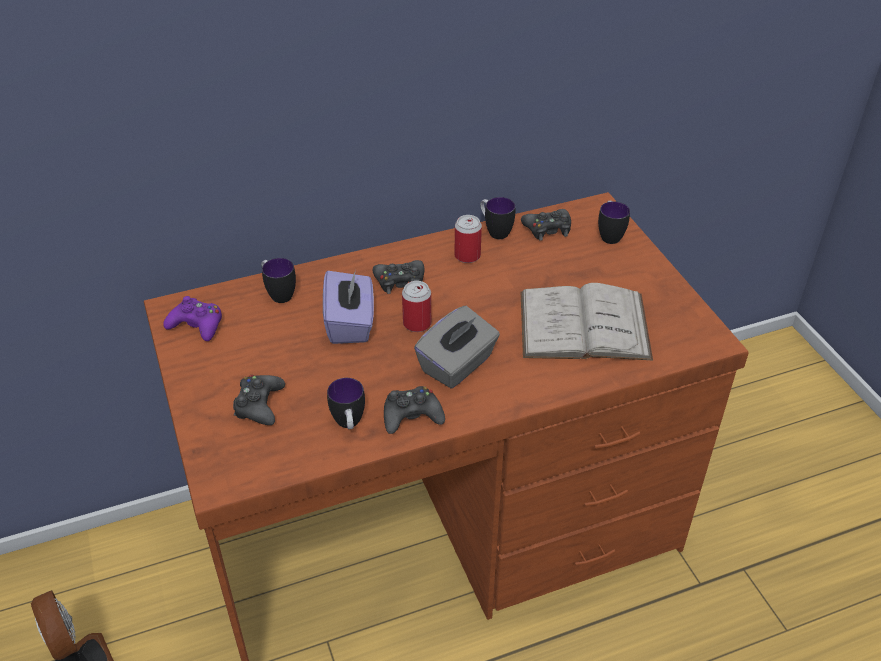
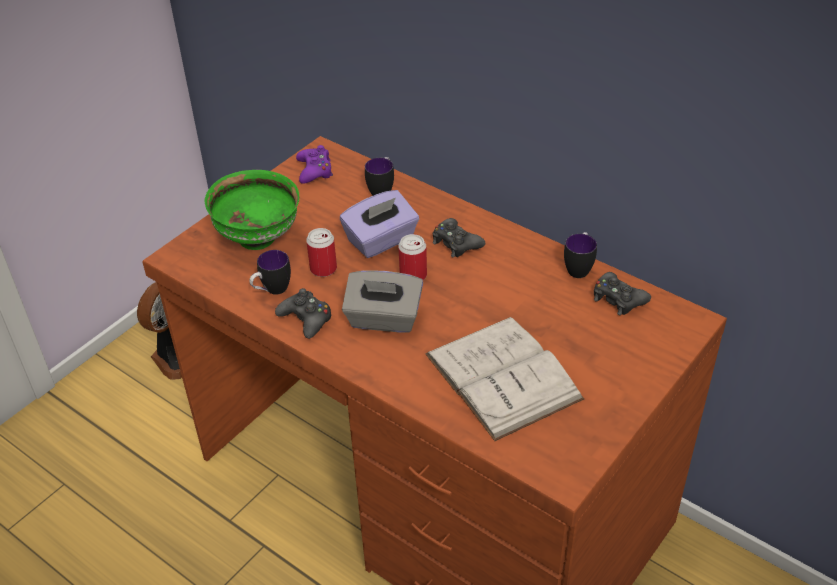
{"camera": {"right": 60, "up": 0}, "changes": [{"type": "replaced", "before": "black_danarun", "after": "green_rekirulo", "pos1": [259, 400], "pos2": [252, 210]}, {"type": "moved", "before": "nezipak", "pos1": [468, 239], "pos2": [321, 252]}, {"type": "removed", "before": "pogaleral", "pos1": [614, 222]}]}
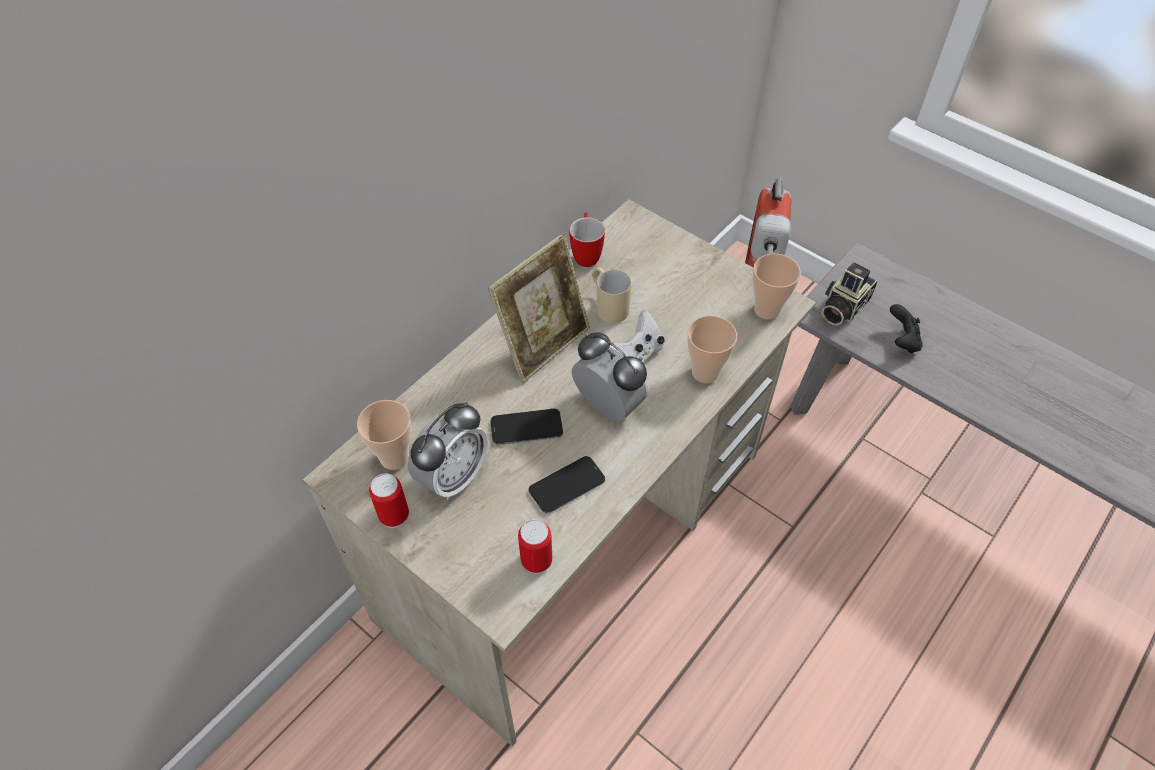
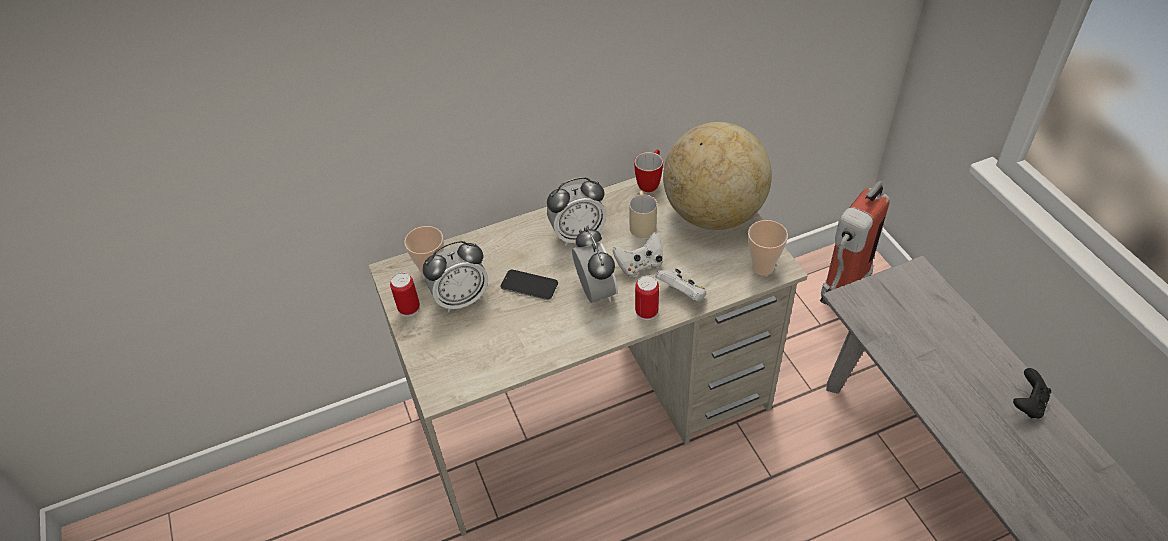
{"camera": {"right": 30, "up": -5}, "changes": [{"type": "replaced", "before": "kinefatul", "after": "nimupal", "pos1": [539, 308], "pos2": [576, 211]}, {"type": "moved", "before": "nezipak", "pos1": [535, 546], "pos2": [647, 297]}, {"type": "removed", "before": "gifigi", "pos1": [567, 485]}, {"type": "replaced", "before": "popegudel", "after": "white_danarun", "pos1": [712, 349], "pos2": [680, 285]}, {"type": "removed", "before": "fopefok", "pos1": [850, 293]}, {"type": "moved", "before": "black_danarun", "pos1": [906, 328], "pos2": [1032, 393]}, {"type": "added", "after": "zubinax", "pos2": [717, 176]}]}
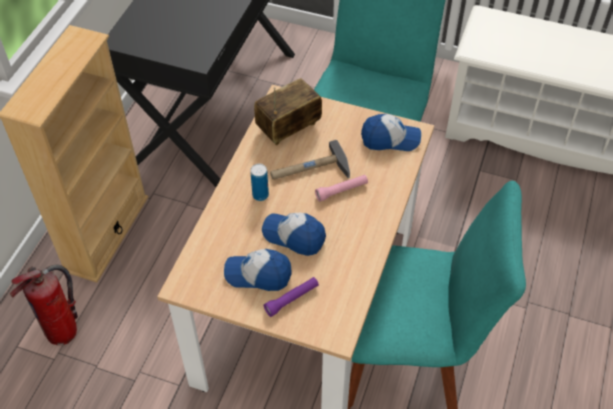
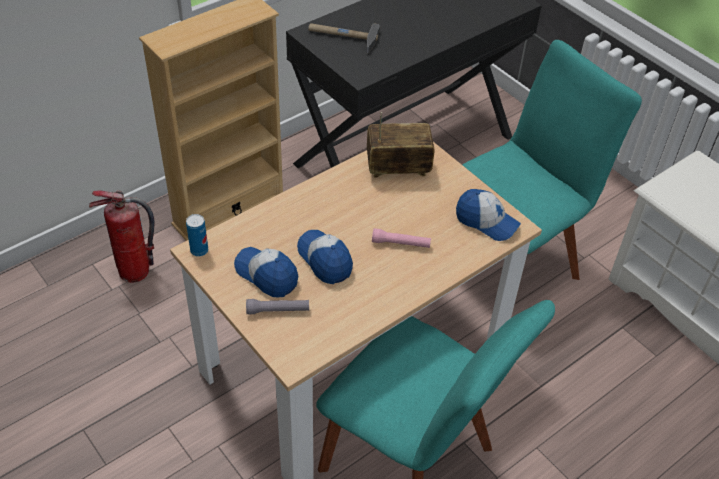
{"camera": {"right": 30, "up": -5}, "changes": [{"type": "moved", "before": "nezipak", "pos1": [259, 182], "pos2": [197, 235]}, {"type": "recoloured", "before": "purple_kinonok", "after": "grey_kinonok", "pos1": [291, 297], "pos2": [277, 306]}, {"type": "moved", "before": "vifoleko", "pos1": [310, 160], "pos2": [344, 38]}]}
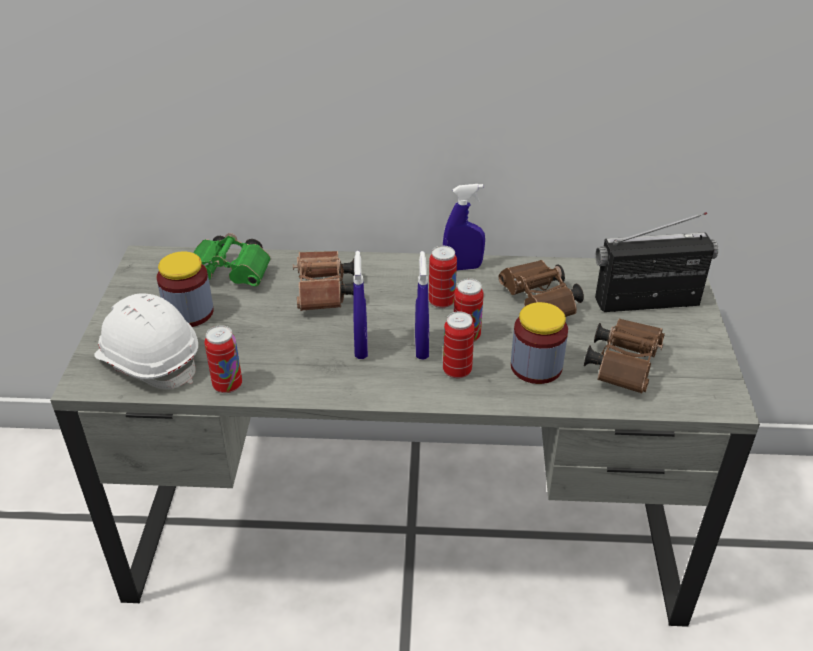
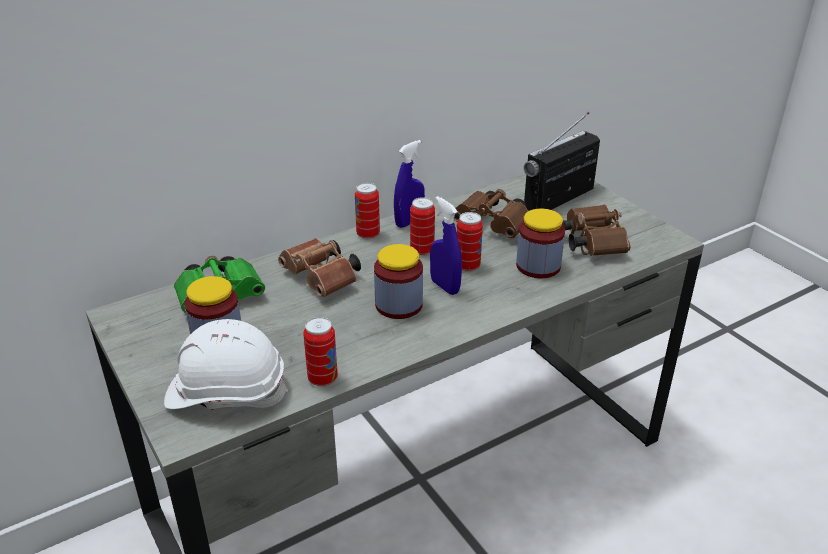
{"camera": {"right": -35, "up": -5}, "changes": [{"type": "replaced", "before": "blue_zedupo", "after": "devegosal", "pos1": [360, 305], "pos2": [398, 281]}, {"type": "moved", "before": "nezipak", "pos1": [459, 345], "pos2": [367, 211]}]}
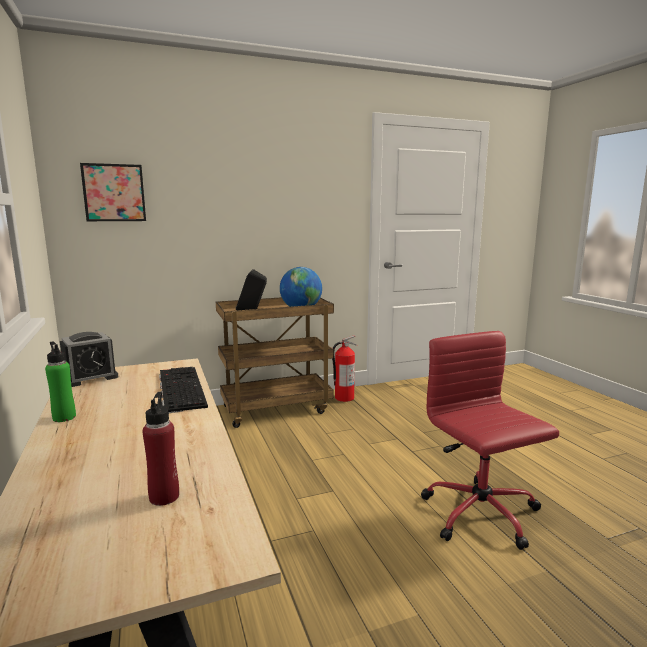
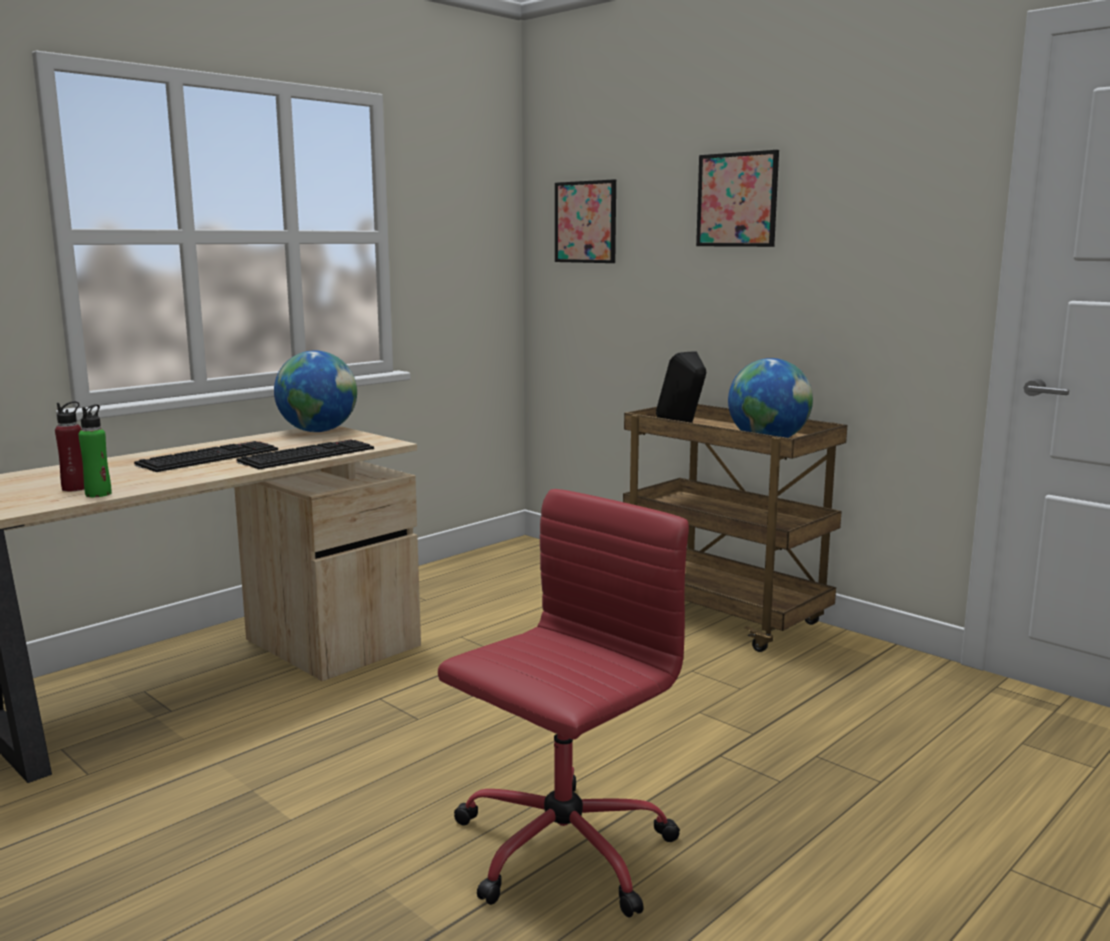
{"camera": {"right": 65, "up": 0}, "changes": [{"type": "moved", "before": "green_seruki", "pos1": [60, 381], "pos2": [94, 450]}, {"type": "replaced", "before": "nimupal", "after": "zubinax", "pos1": [89, 359], "pos2": [315, 391]}, {"type": "removed", "before": "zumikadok", "pos1": [344, 368]}, {"type": "added", "after": "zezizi", "pos2": [206, 456]}, {"type": "added", "after": "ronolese", "pos2": [737, 198]}]}
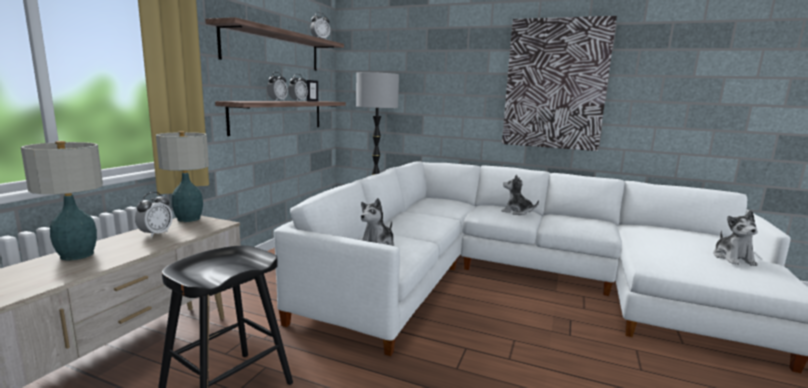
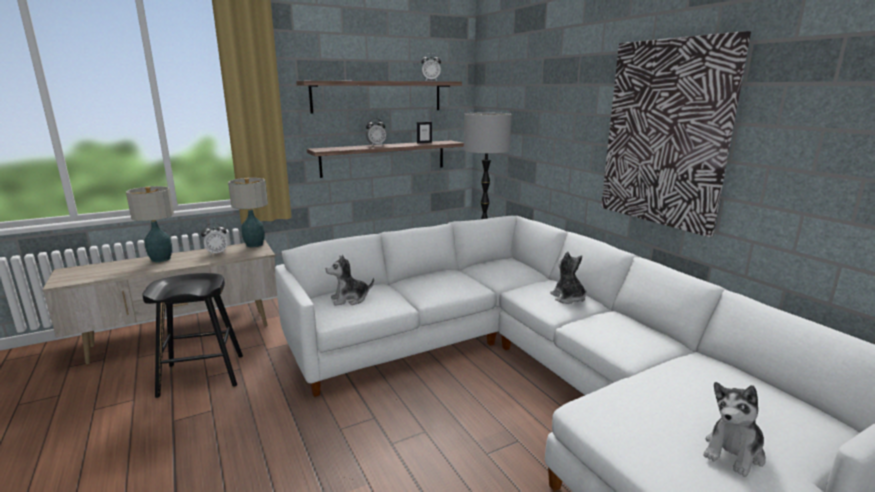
{"camera": {"right": 40, "up": 5}, "changes": [{"type": "removed", "before": "nimupal", "pos1": [298, 87]}]}
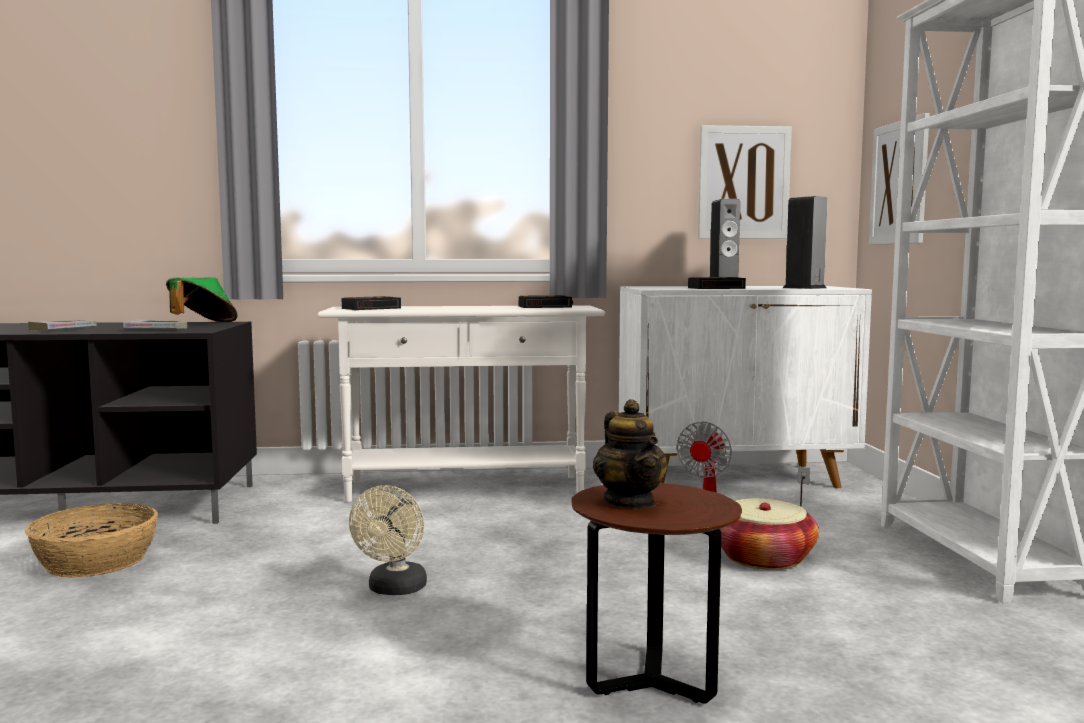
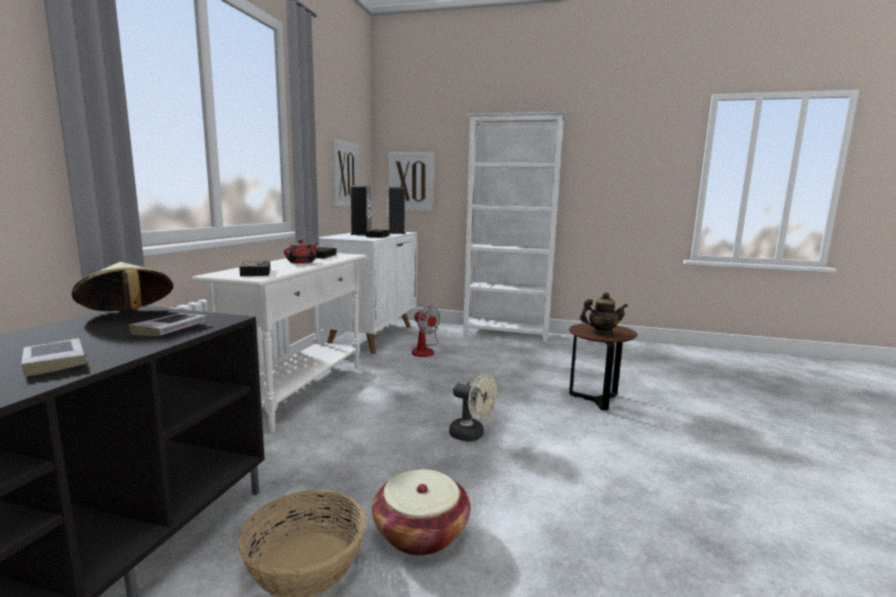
{"camera": {"right": -70, "up": 5}, "changes": [{"type": "recoloured", "before": "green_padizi", "after": "beige_padizi", "pos1": [202, 300], "pos2": [123, 286]}, {"type": "moved", "before": "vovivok", "pos1": [769, 534], "pos2": [421, 513]}, {"type": "added", "after": "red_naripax", "pos2": [301, 252]}]}
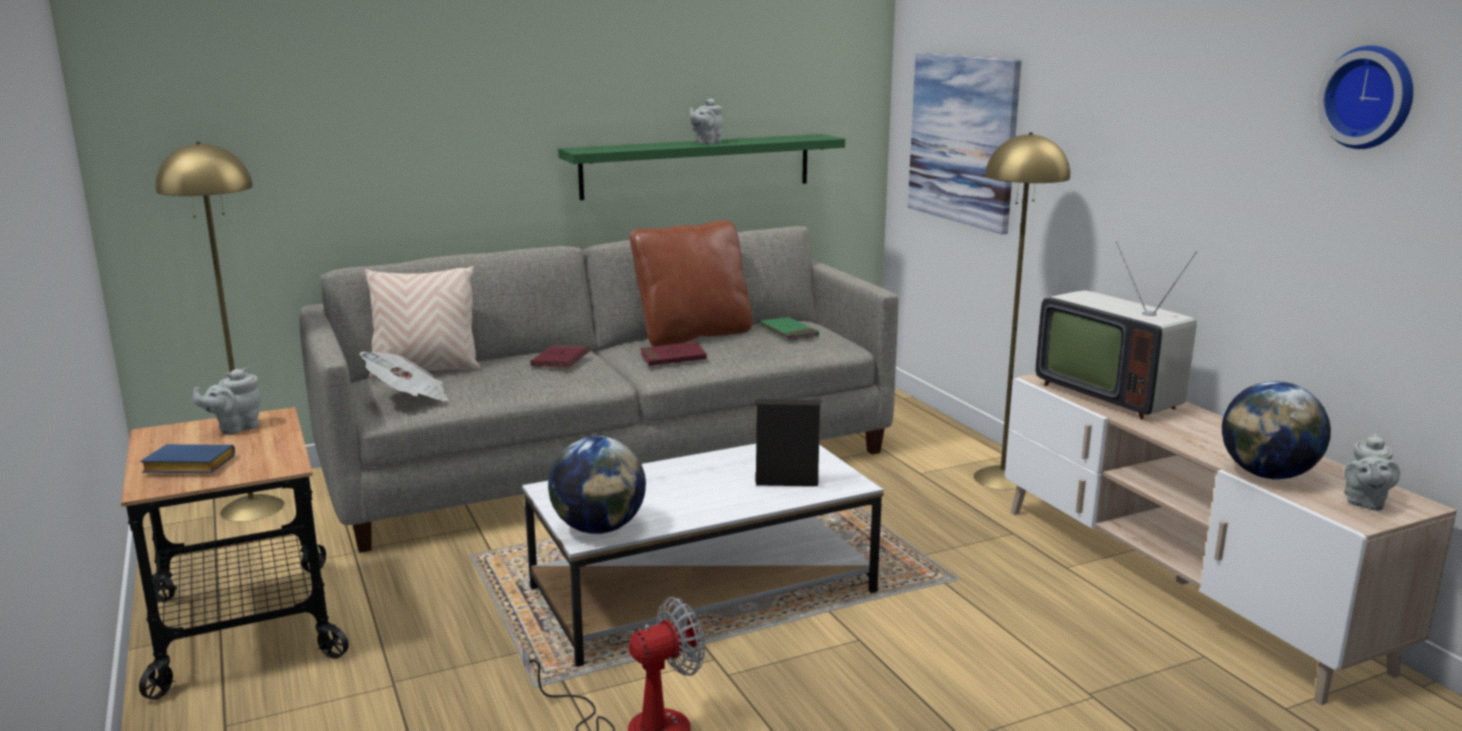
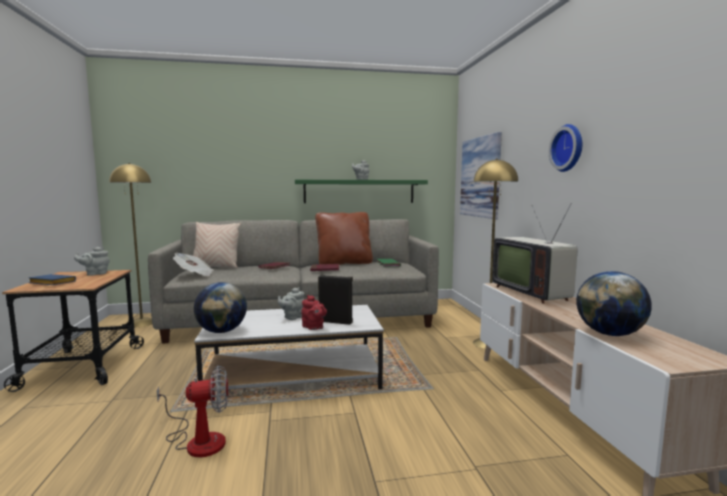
{"camera": {"right": 15, "up": -10}, "changes": [{"type": "moved", "before": "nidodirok", "pos1": [1365, 97], "pos2": [565, 148]}, {"type": "moved", "before": "grey_naripax", "pos1": [1372, 472], "pos2": [291, 303]}, {"type": "added", "after": "red_naripax", "pos2": [314, 312]}]}
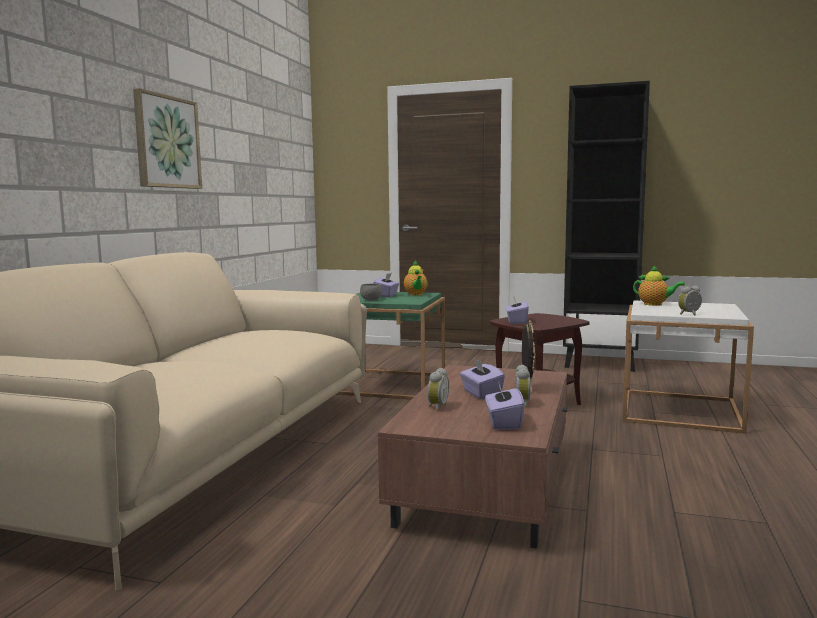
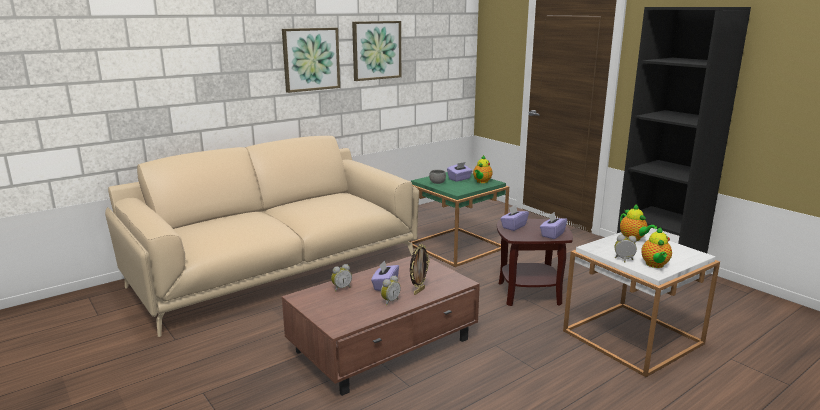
{"camera": {"right": 35, "up": 10}, "changes": [{"type": "moved", "before": "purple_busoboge", "pos1": [505, 405], "pos2": [553, 225]}, {"type": "added", "after": "ronolese", "pos2": [376, 51]}, {"type": "added", "after": "naripax", "pos2": [656, 247]}]}
